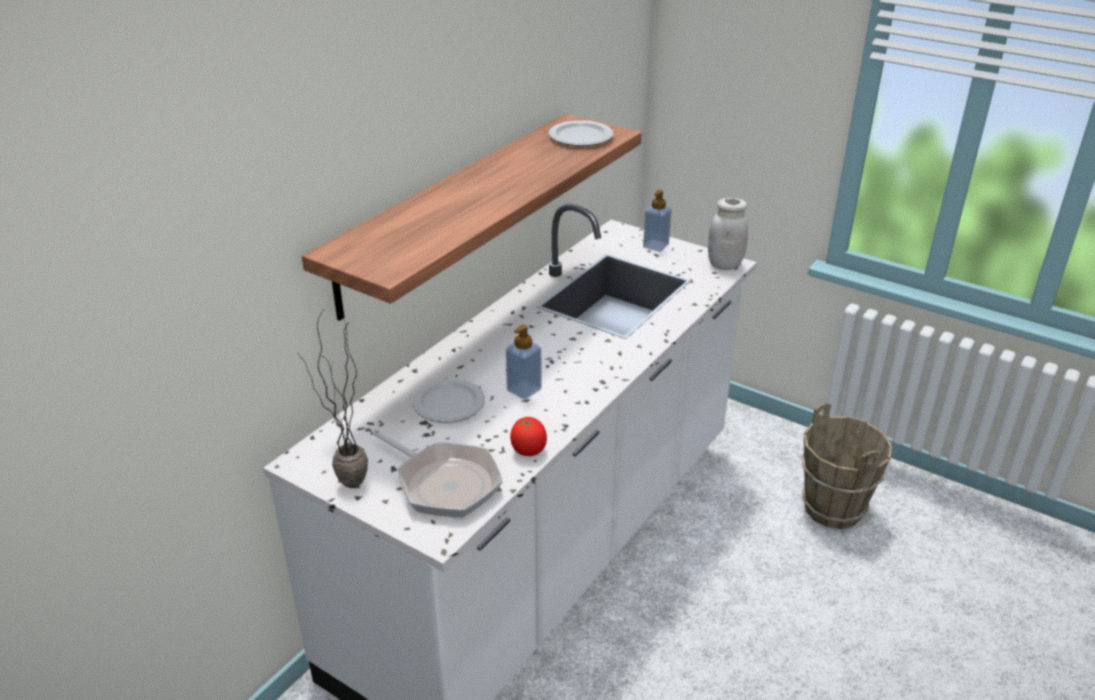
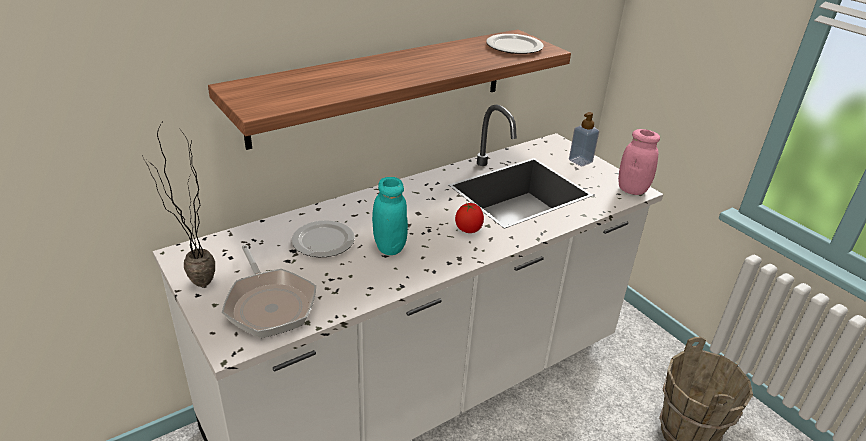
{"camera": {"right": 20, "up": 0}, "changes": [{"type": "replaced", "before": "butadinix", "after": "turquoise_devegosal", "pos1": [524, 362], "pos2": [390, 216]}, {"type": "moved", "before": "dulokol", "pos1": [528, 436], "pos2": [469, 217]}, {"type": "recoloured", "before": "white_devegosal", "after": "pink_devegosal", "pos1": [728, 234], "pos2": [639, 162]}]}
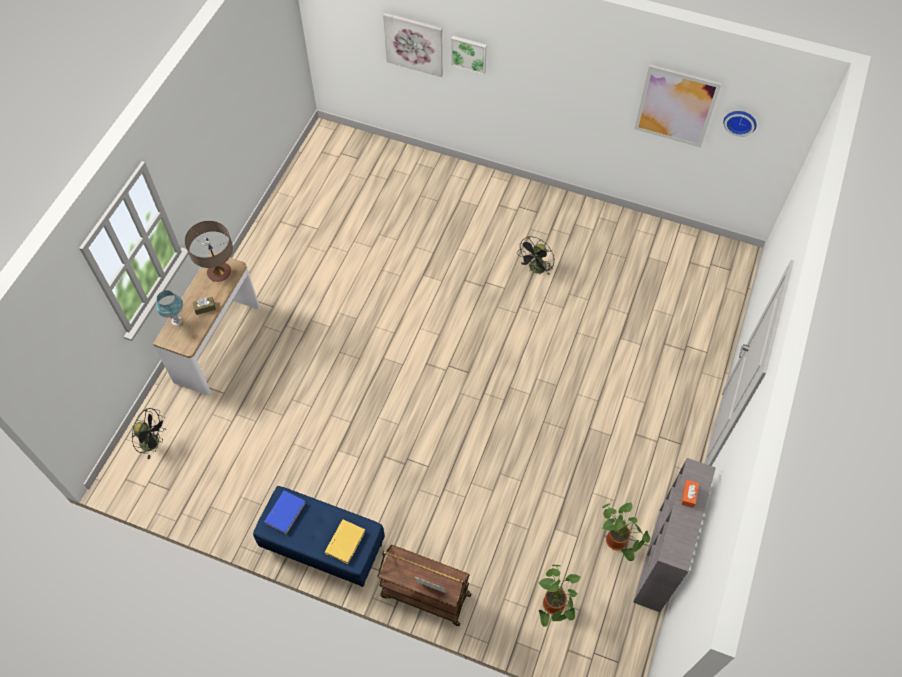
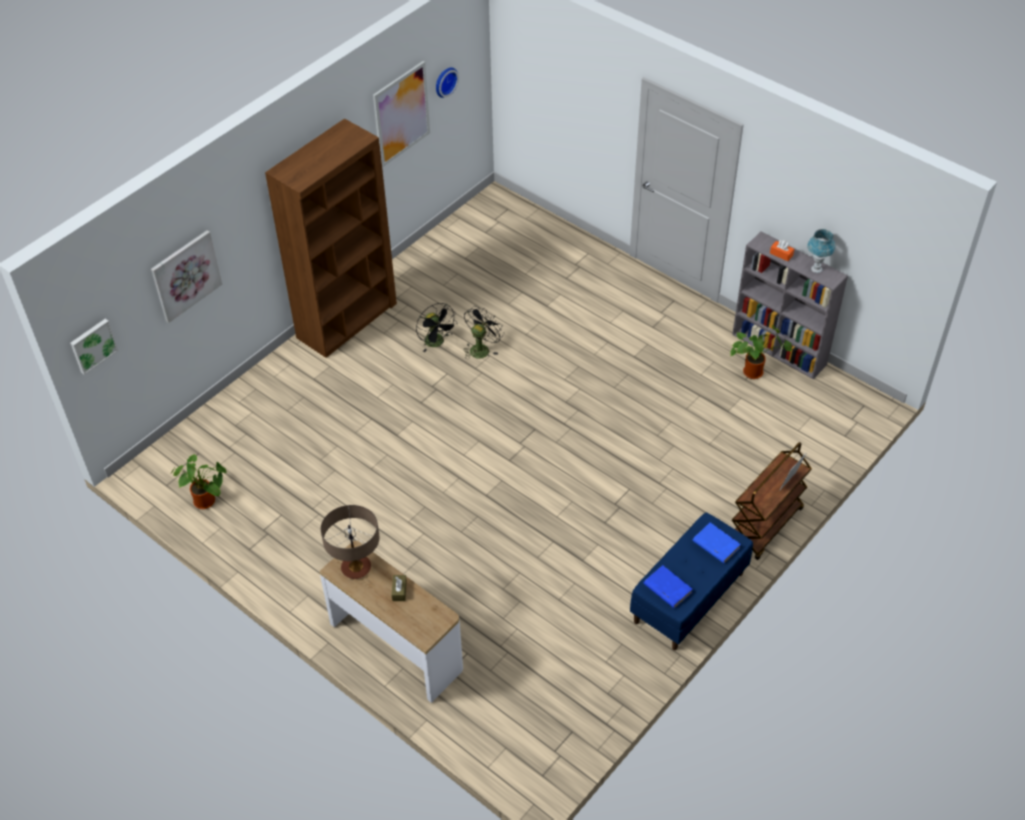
{"camera": {"right": -70, "up": -10}, "changes": [{"type": "moved", "before": "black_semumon", "pos1": [148, 433], "pos2": [483, 332]}, {"type": "moved", "before": "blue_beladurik", "pos1": [169, 308], "pos2": [821, 251]}, {"type": "recoloured", "before": "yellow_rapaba", "after": "blue_rapaba", "pos1": [345, 542], "pos2": [717, 542]}, {"type": "moved", "before": "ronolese", "pos1": [469, 55], "pos2": [94, 347]}, {"type": "moved", "before": "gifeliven", "pos1": [559, 596], "pos2": [199, 481]}, {"type": "added", "after": "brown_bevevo", "pos2": [331, 238]}]}
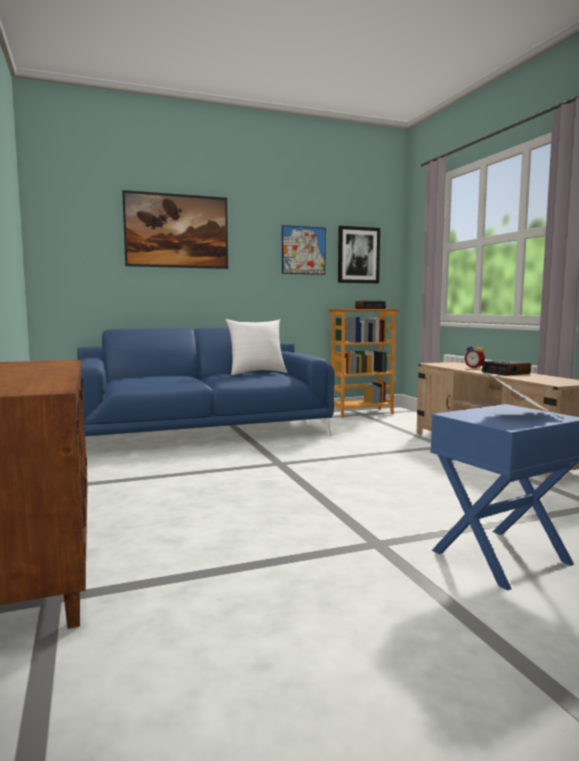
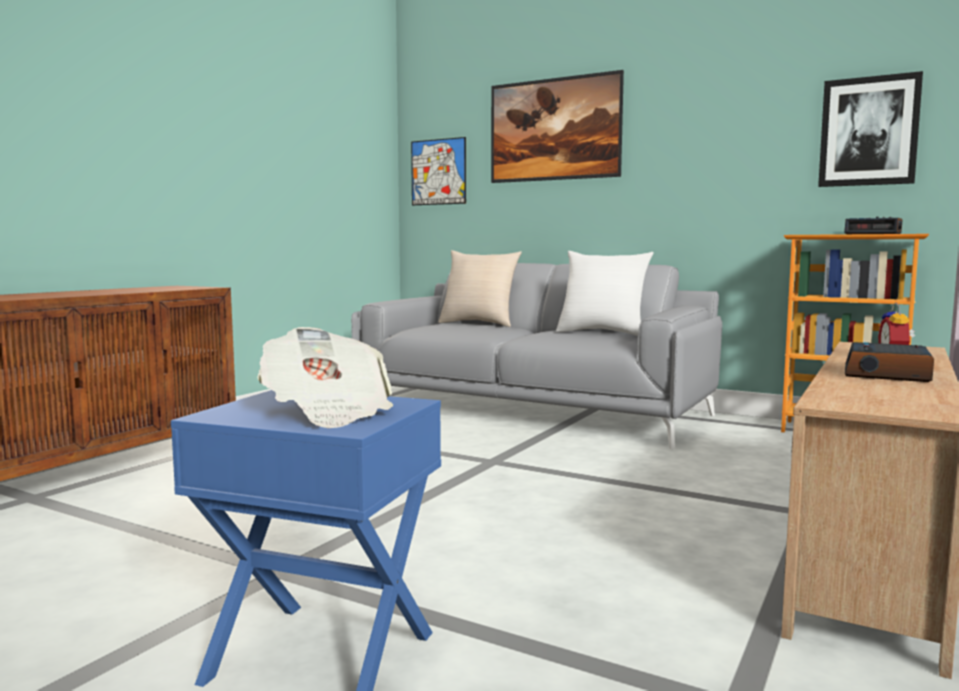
{"camera": {"right": 50, "up": 0}, "changes": [{"type": "recoloured", "before": "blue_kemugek", "after": "grey_kemugek", "pos1": [205, 382], "pos2": [536, 356]}, {"type": "moved", "before": "ronolese", "pos1": [304, 250], "pos2": [438, 171]}, {"type": "added", "after": "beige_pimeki", "pos2": [480, 288]}]}
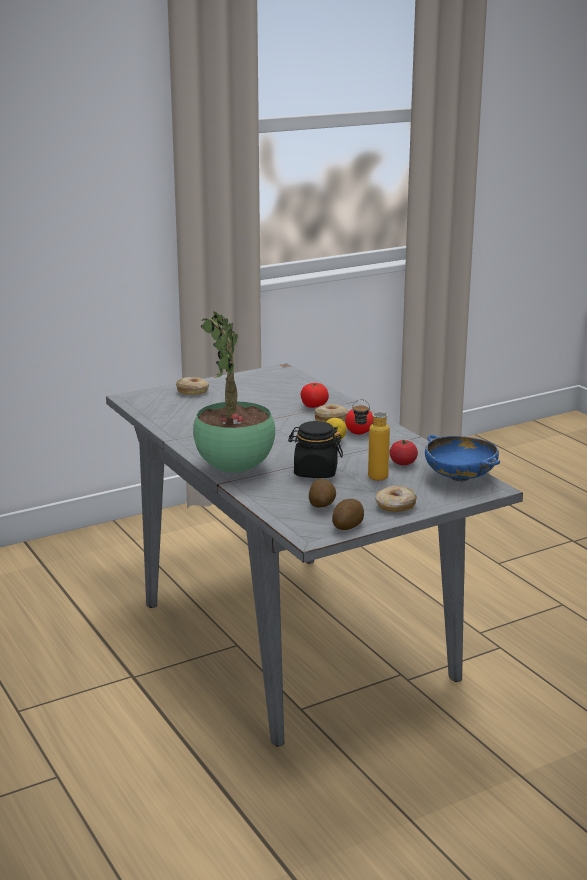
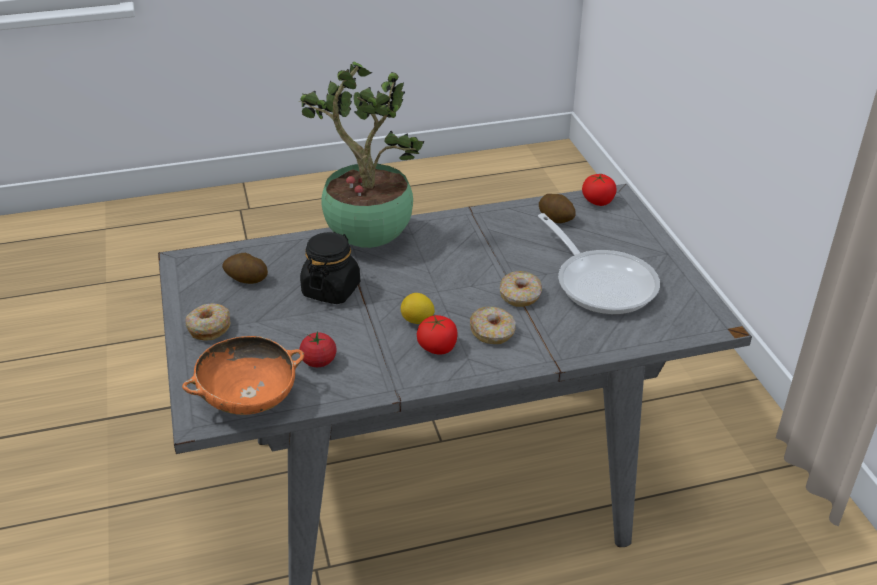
{"camera": {"right": 105, "up": 15}, "changes": [{"type": "moved", "before": "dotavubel", "pos1": [192, 386], "pos2": [521, 289]}, {"type": "moved", "before": "dulokol", "pos1": [315, 395], "pos2": [599, 190]}, {"type": "moved", "before": "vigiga", "pos1": [348, 514], "pos2": [557, 208]}, {"type": "removed", "before": "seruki", "pos1": [371, 440]}, {"type": "recoloured", "before": "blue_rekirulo", "after": "orange_rekirulo", "pos1": [462, 458], "pos2": [243, 375]}, {"type": "added", "after": "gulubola", "pos2": [599, 264]}]}
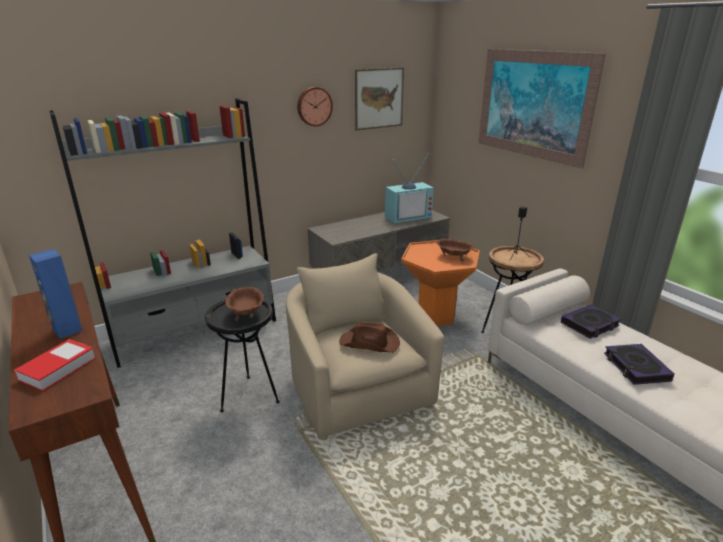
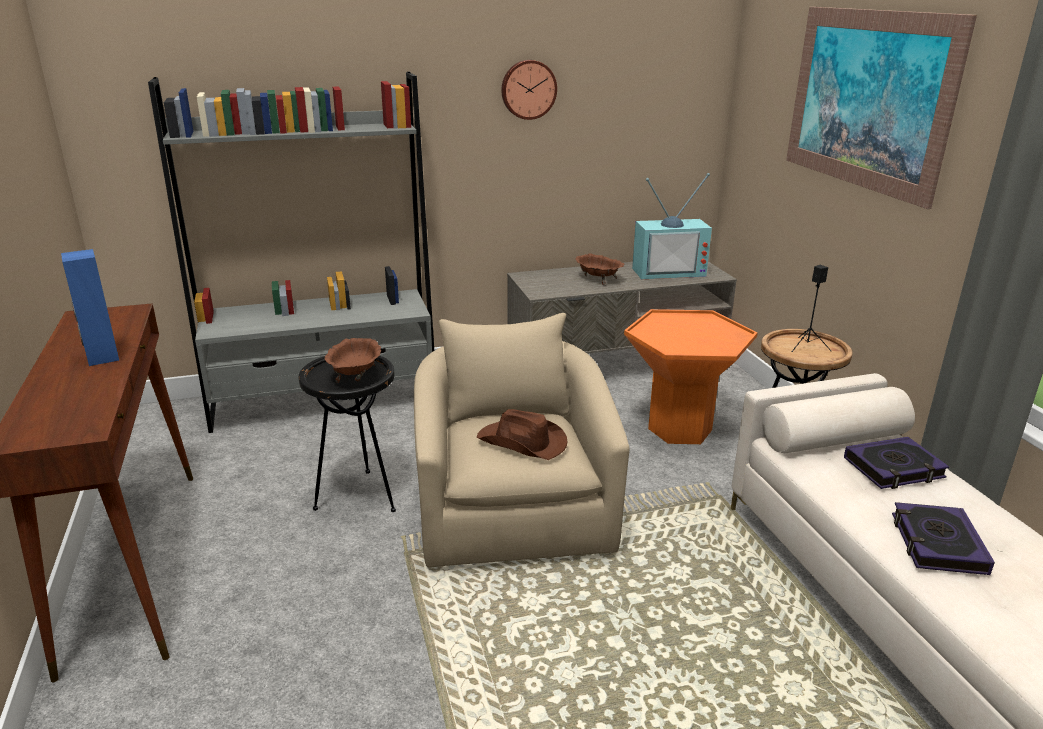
{"camera": {"right": 15, "up": 0}, "changes": [{"type": "removed", "before": "rapaba", "pos1": [55, 365]}, {"type": "removed", "before": "ronolese", "pos1": [379, 99]}, {"type": "moved", "before": "brown_rekirulo", "pos1": [455, 249], "pos2": [599, 268]}]}
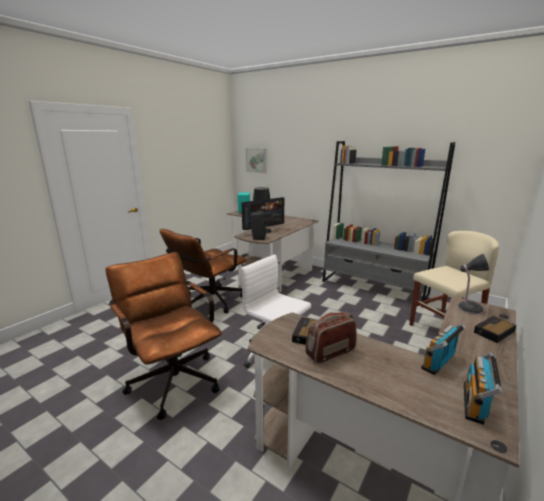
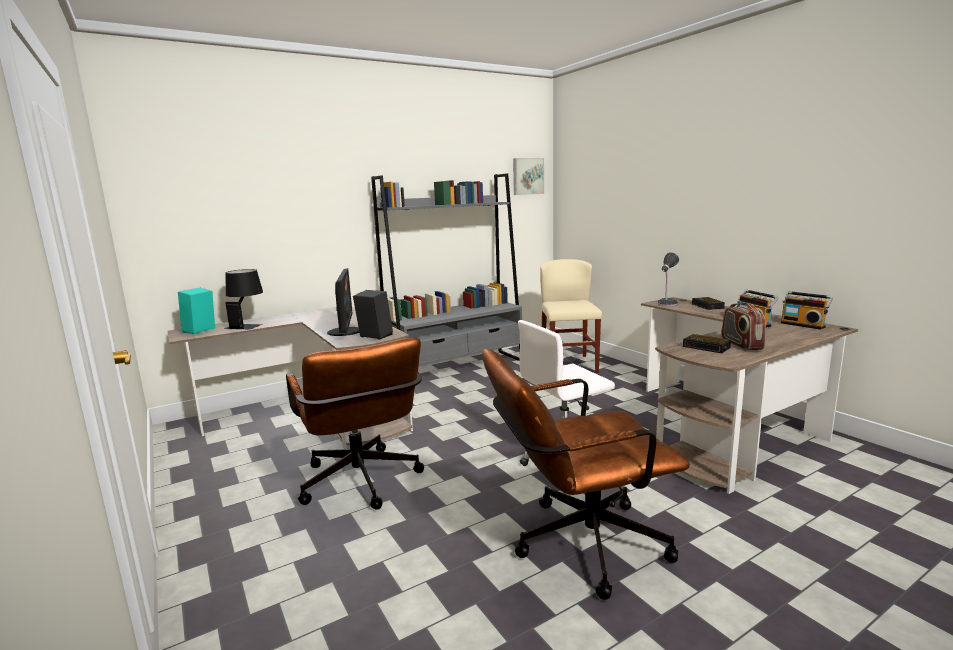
{"camera": {"right": -65, "up": -5}, "changes": [{"type": "moved", "before": "ronolese", "pos1": [256, 160], "pos2": [528, 176]}]}
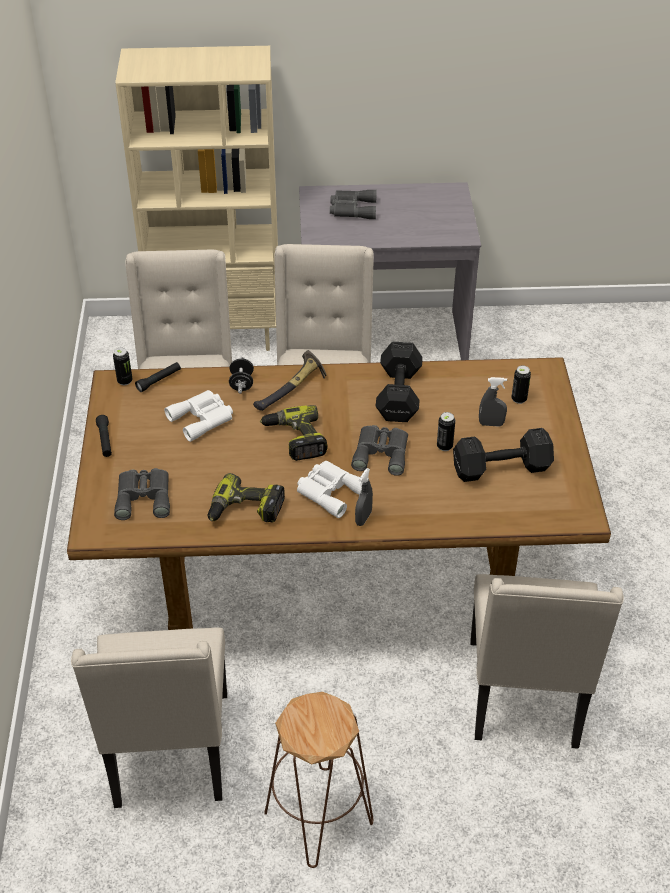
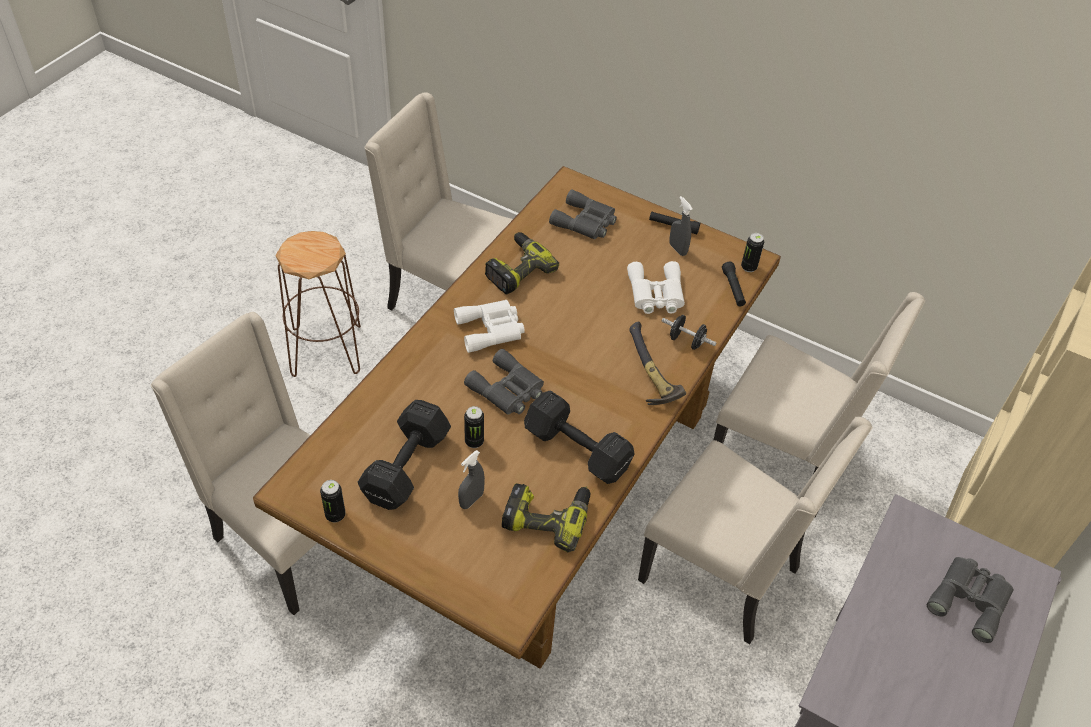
{"camera": {"right": 120, "up": 5}, "changes": [{"type": "moved", "before": "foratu", "pos1": [293, 433], "pos2": [546, 517]}, {"type": "moved", "before": "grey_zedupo", "pos1": [364, 497], "pos2": [681, 226]}, {"type": "moved", "before": "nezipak", "pos1": [521, 384], "pos2": [333, 501]}]}
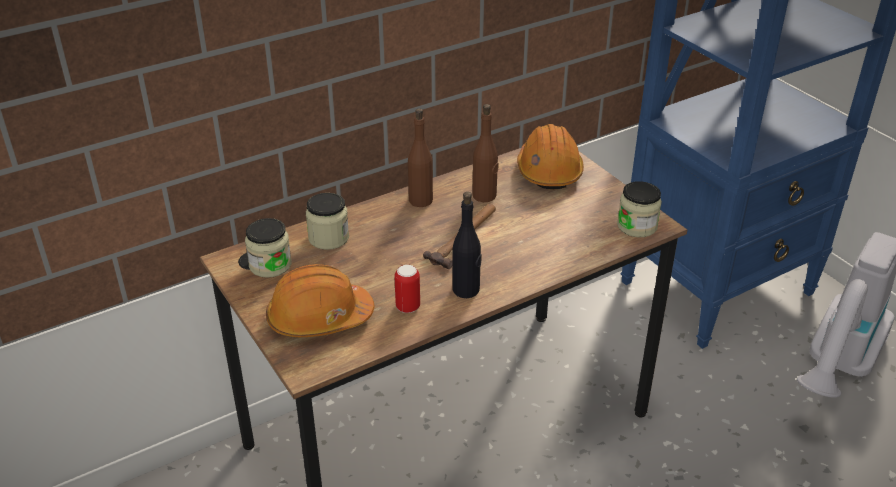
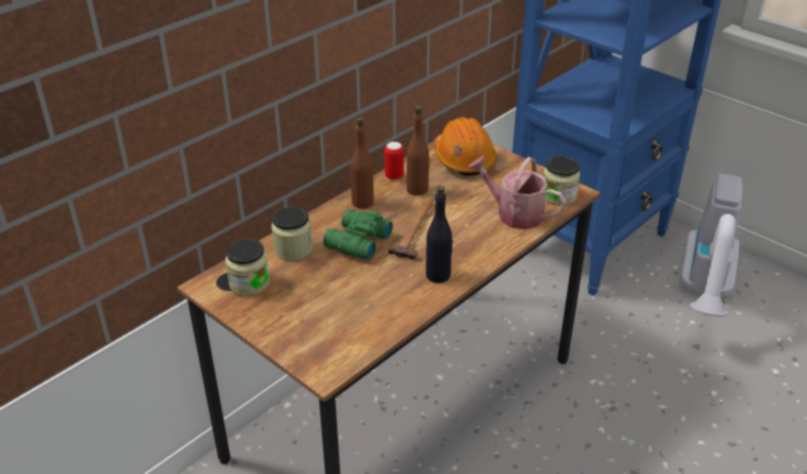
{"camera": {"right": -15, "up": 0}, "changes": [{"type": "removed", "before": "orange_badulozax", "pos1": [320, 300]}, {"type": "moved", "before": "nezipak", "pos1": [407, 289], "pos2": [394, 161]}, {"type": "added", "after": "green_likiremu", "pos2": [358, 234]}, {"type": "added", "after": "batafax", "pos2": [517, 193]}]}
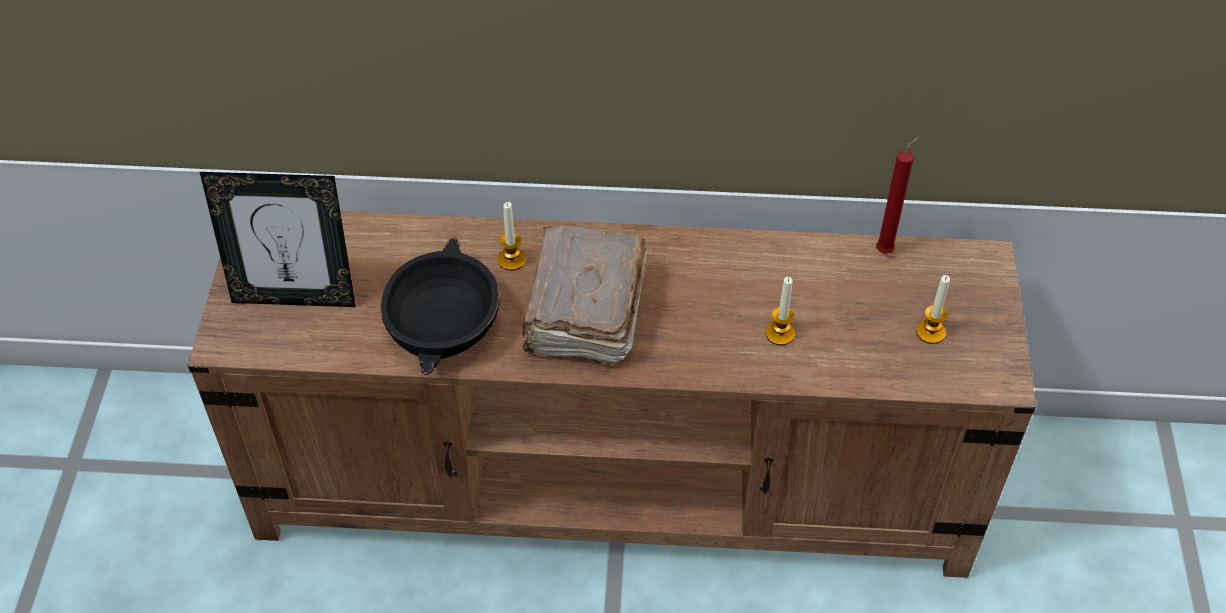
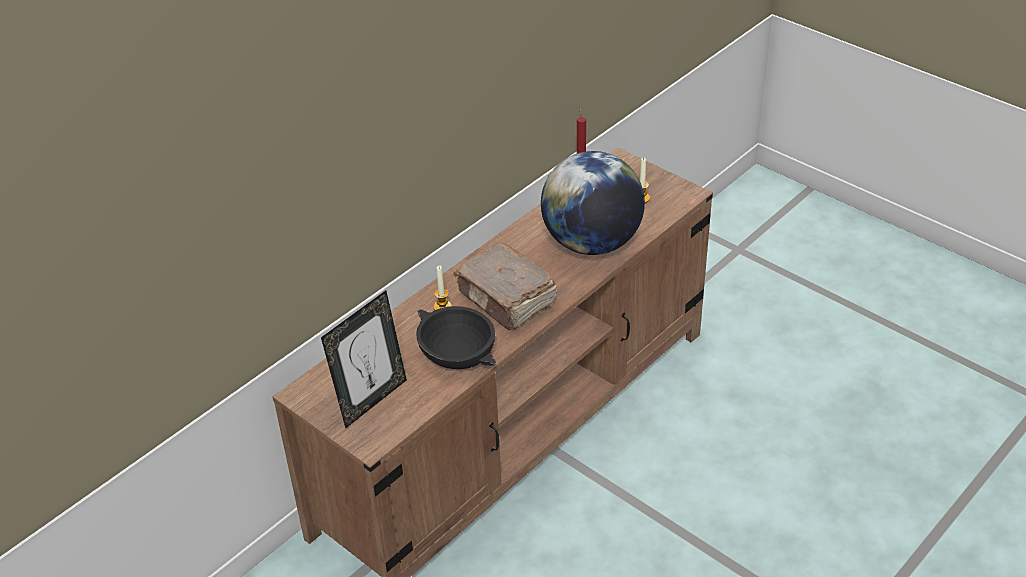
{"camera": {"right": -50, "up": -10}, "changes": [{"type": "replaced", "before": "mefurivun", "after": "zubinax", "pos1": [780, 311], "pos2": [593, 203]}]}
